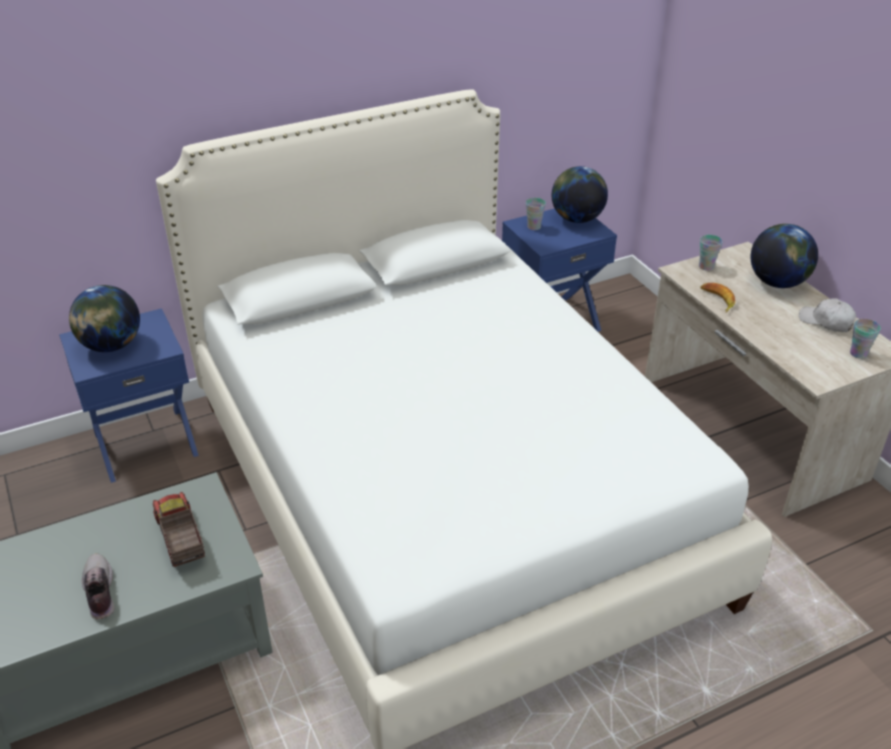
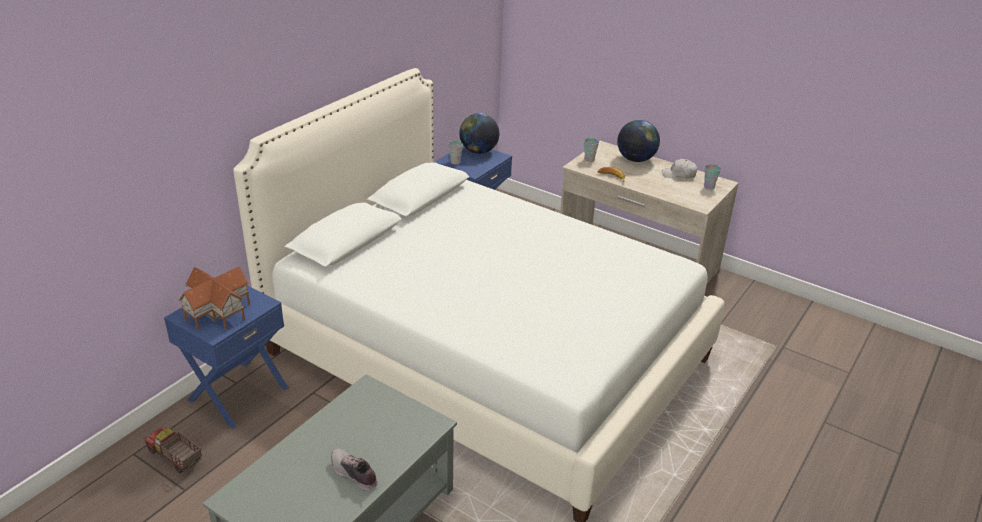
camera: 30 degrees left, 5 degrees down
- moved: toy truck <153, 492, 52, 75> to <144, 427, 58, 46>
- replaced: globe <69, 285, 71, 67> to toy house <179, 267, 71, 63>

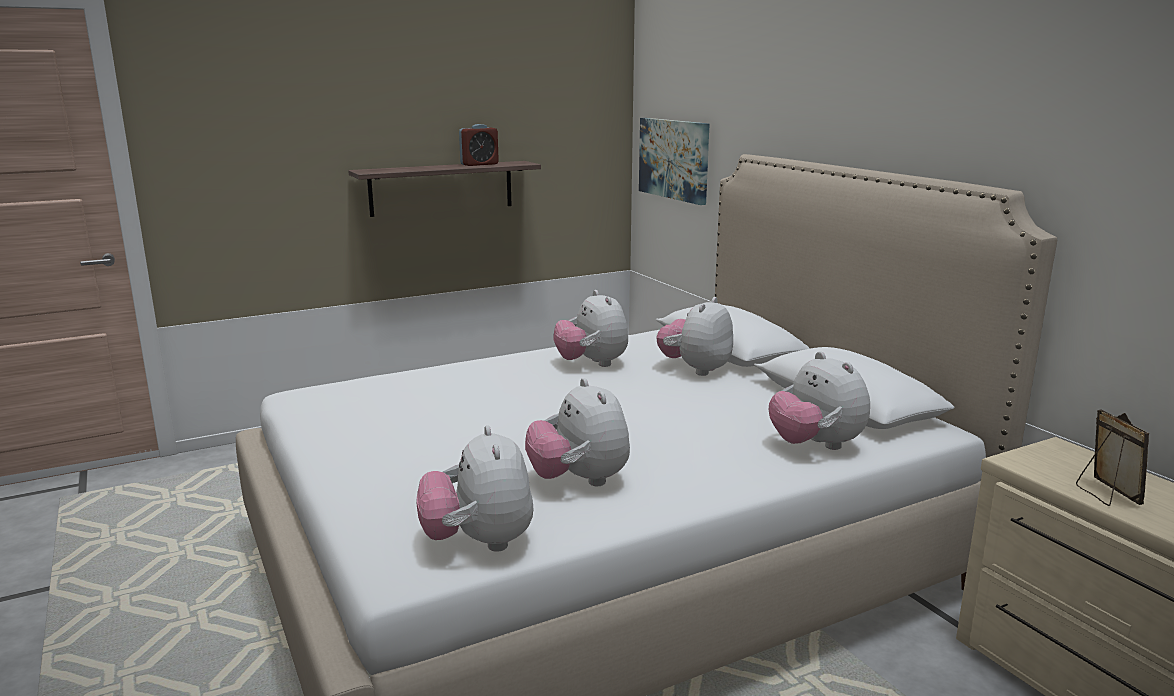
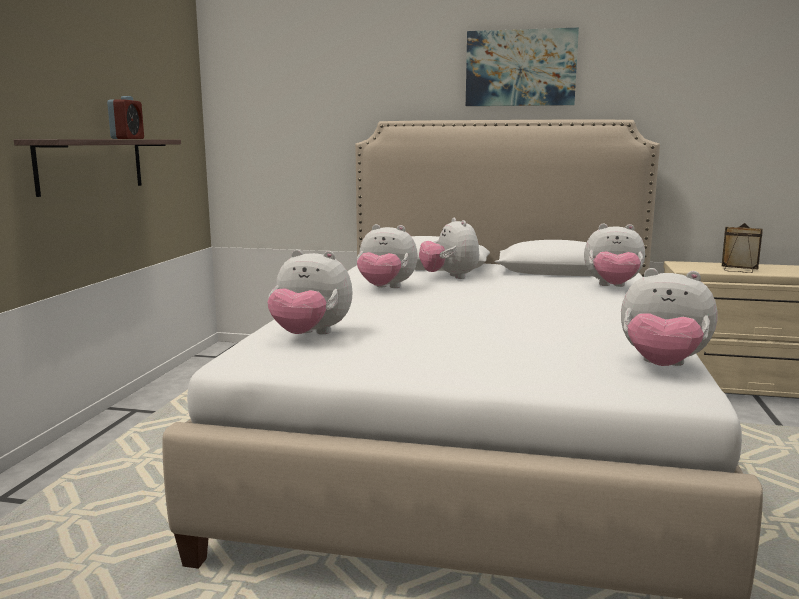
camera: 50 degrees left, 5 degrees down
- moved: plush toy <525, 378, 105, 108> to <267, 249, 85, 85>
- moved: picture <639, 118, 70, 87> to <466, 27, 113, 79>

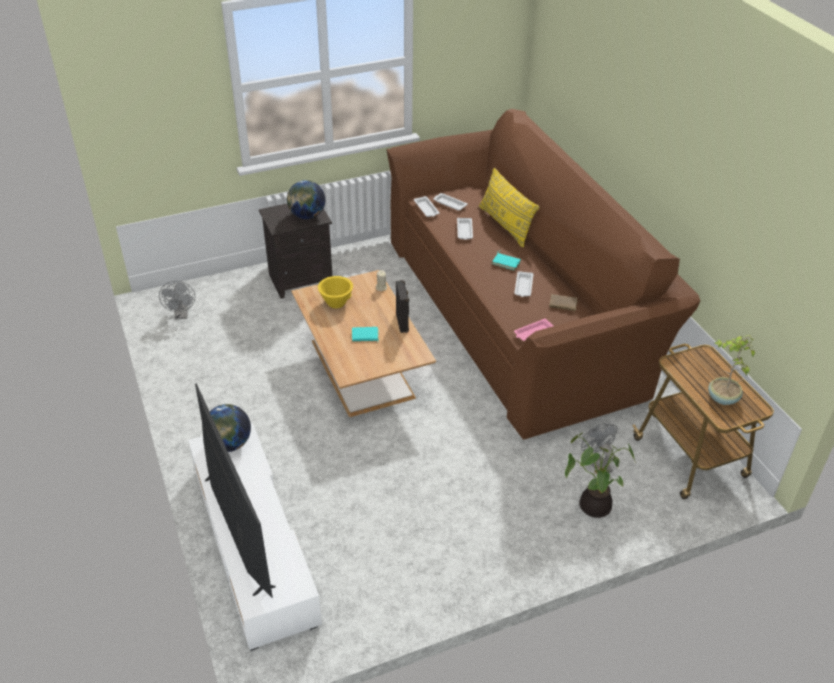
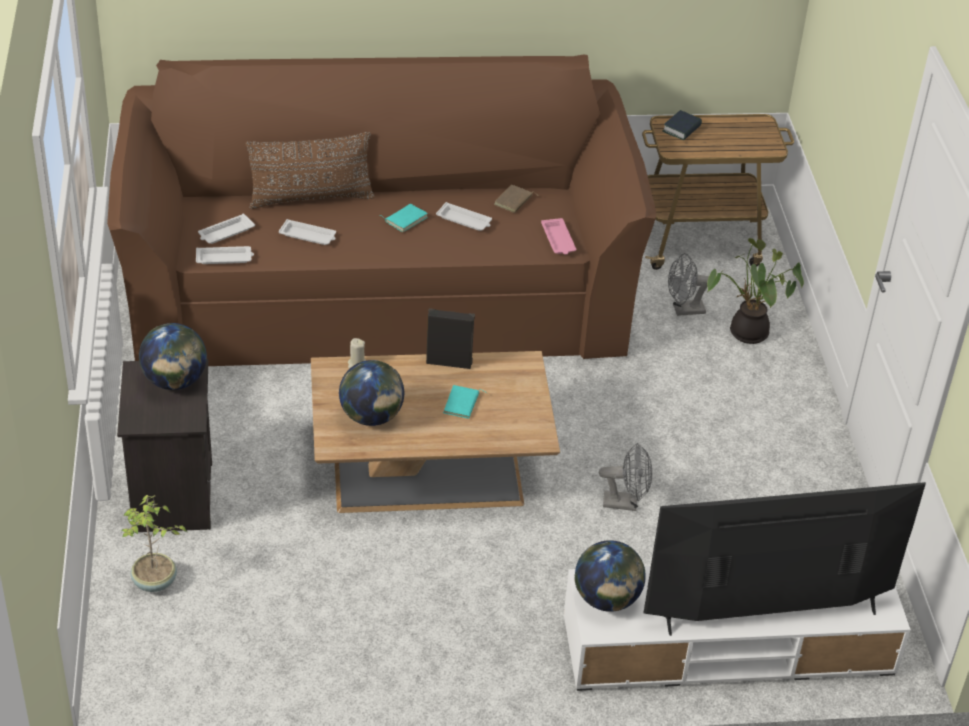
camera: 75 degrees left, 0 degrees up
- moved: potted plant <708, 335, 47, 70> to <121, 495, 66, 97>
- recoloured: pillow in yellow <479, 168, 60, 79> to pillow in brown <246, 132, 128, 77>
- replaced: bowl in yellow <318, 276, 35, 32> to globe <339, 360, 65, 66>
- moved: fan in grey <159, 281, 36, 39> to <599, 443, 53, 68>
- added: book <662, 110, 40, 31>

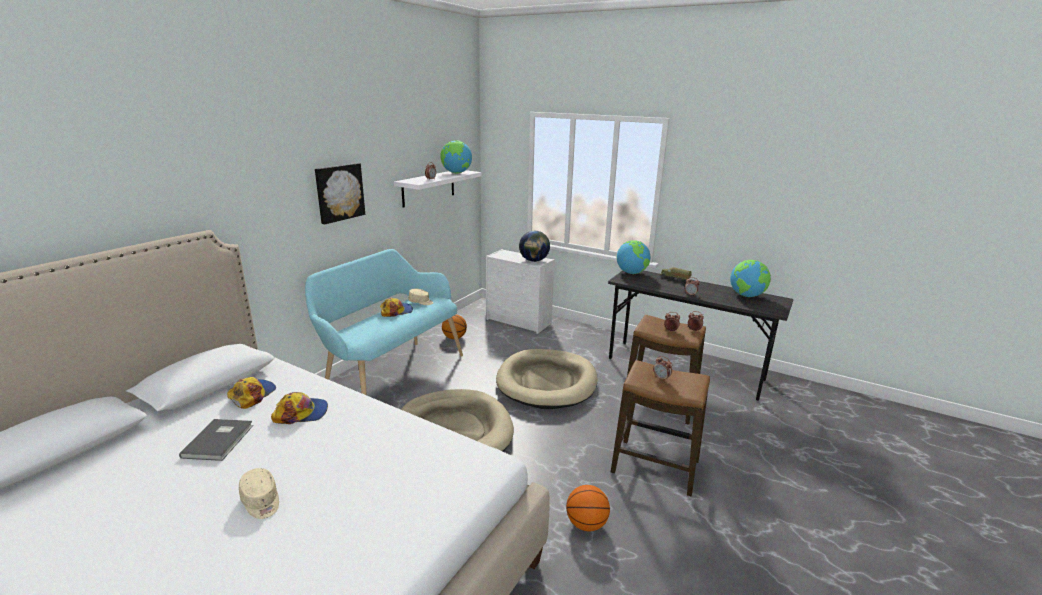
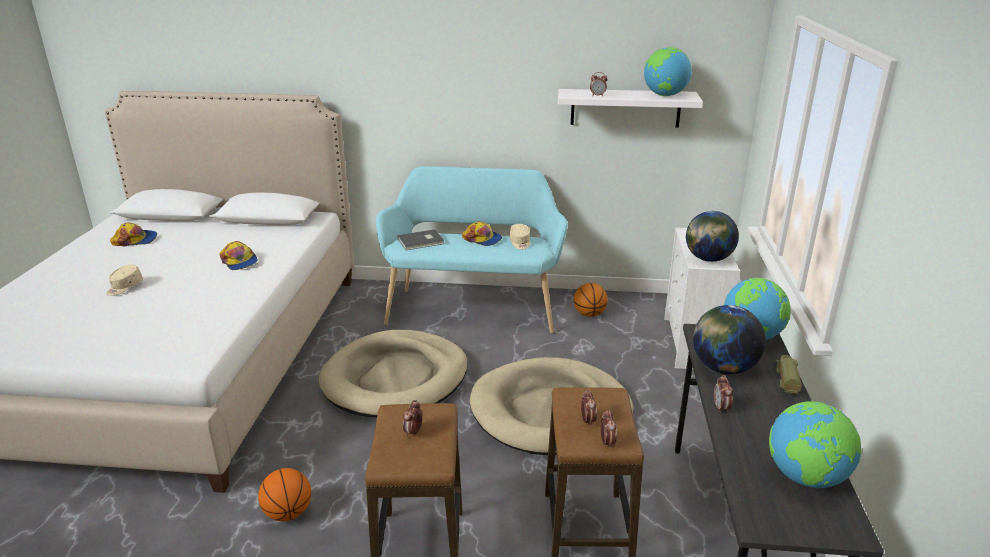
camera: 65 degrees right, 5 degrees up
- moved: cap <227, 377, 49, 32> to <110, 223, 47, 23>
- moved: book in grey <179, 419, 74, 42> to <397, 229, 47, 21>
- added: globe <693, 305, 73, 69>
- removed: picture <315, 163, 50, 61>

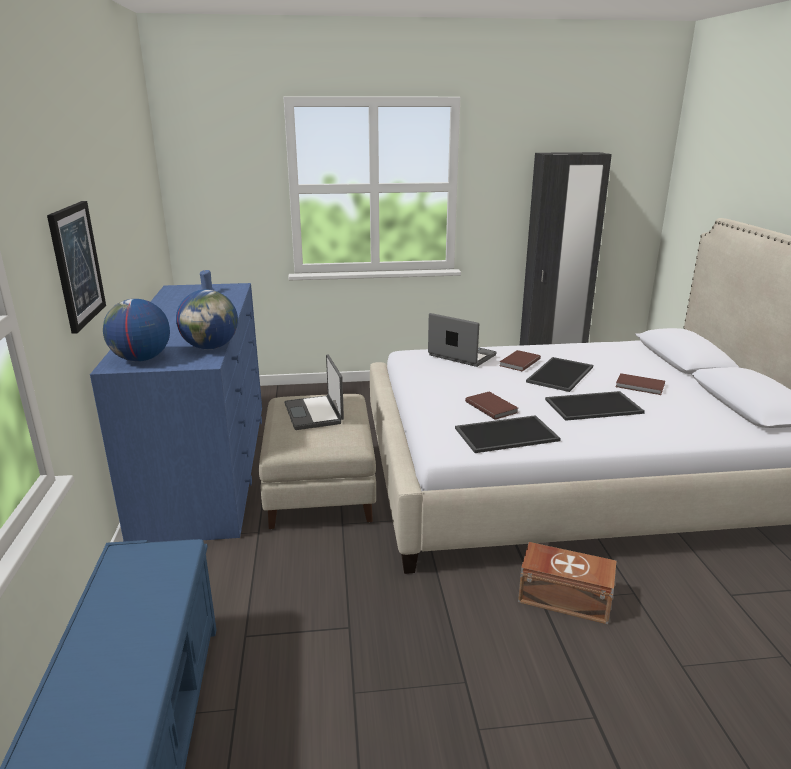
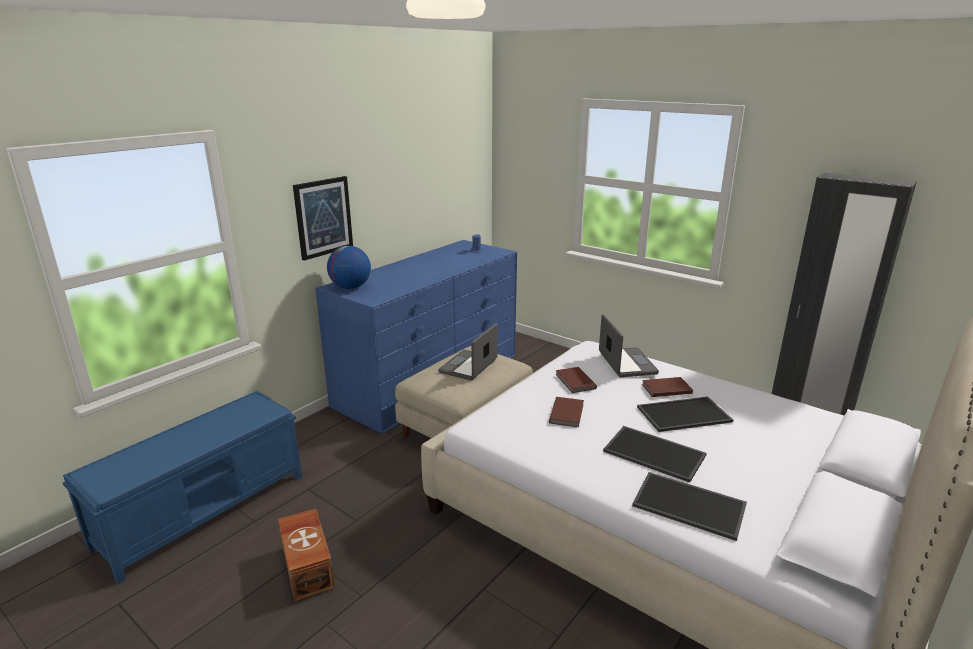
camera: 45 degrees right, 0 degrees up
- moved: storage box in brown <518, 542, 98, 82> to <278, 509, 57, 93>
- moved: book in brown <615, 373, 50, 22> to <556, 367, 41, 26>
- moved: tray <455, 415, 106, 38> to <632, 472, 115, 69>
- removed: globe <176, 289, 62, 61>

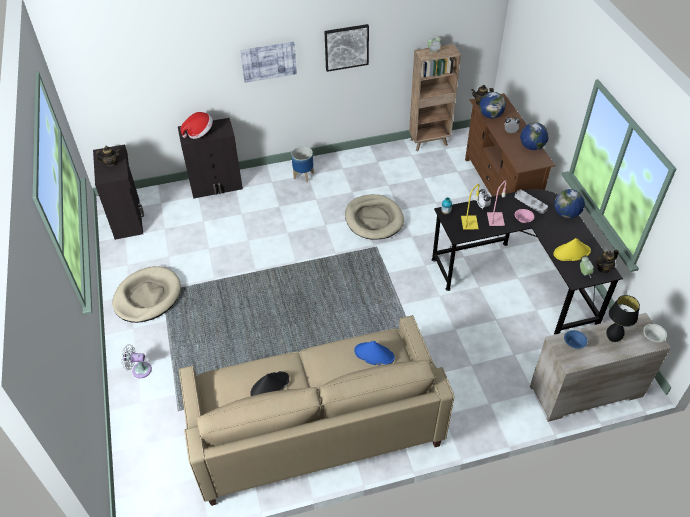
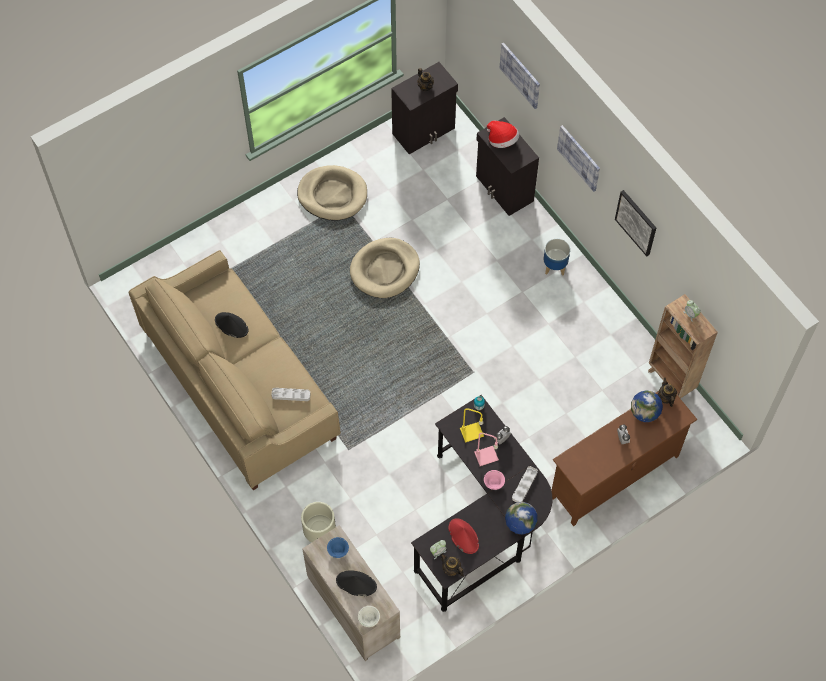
camera: 70 degrees right, 15 degrees up
- replaced: hat in blue <354, 341, 41, 24> to tray in grey <271, 388, 39, 13>
- added: planter in beige <301, 502, 35, 41>
- replaced: table lamp in black <606, 295, 34, 47> to hat in black <336, 571, 41, 25>
- moved: dog bed in beige <345, 194, 59, 46> to <350, 238, 70, 60>
- recoloured: hat in yellow <553, 238, 38, 23> to hat in red <448, 518, 31, 36>
- added: picture <500, 42, 40, 67>
- removed: fan in white <121, 344, 31, 34>
- removed: globe <520, 122, 28, 28>

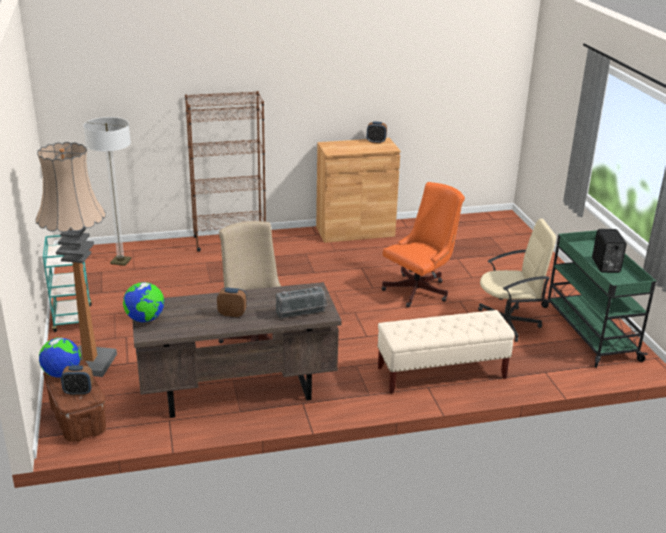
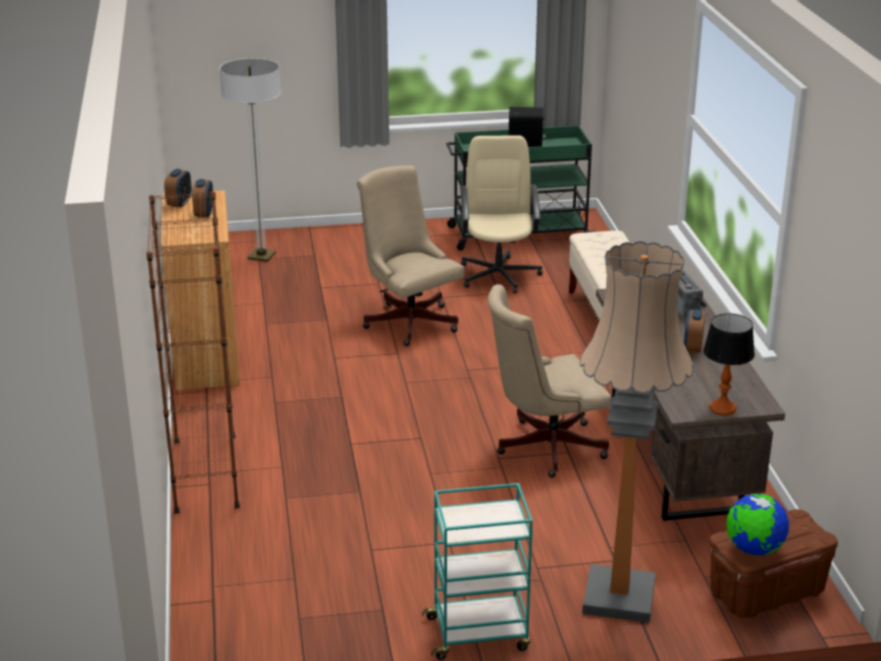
camera: 85 degrees left, 0 degrees up
- moved: alarm clock <61, 365, 32, 30> to <192, 179, 21, 39>
- moved: floor lamp <83, 117, 49, 149> to <219, 58, 62, 204>
- recoloured: office chair in orange <381, 182, 84, 125> to office chair in beige <357, 165, 107, 181>
- replaced: globe <123, 282, 41, 40> to table lamp <703, 313, 52, 103>

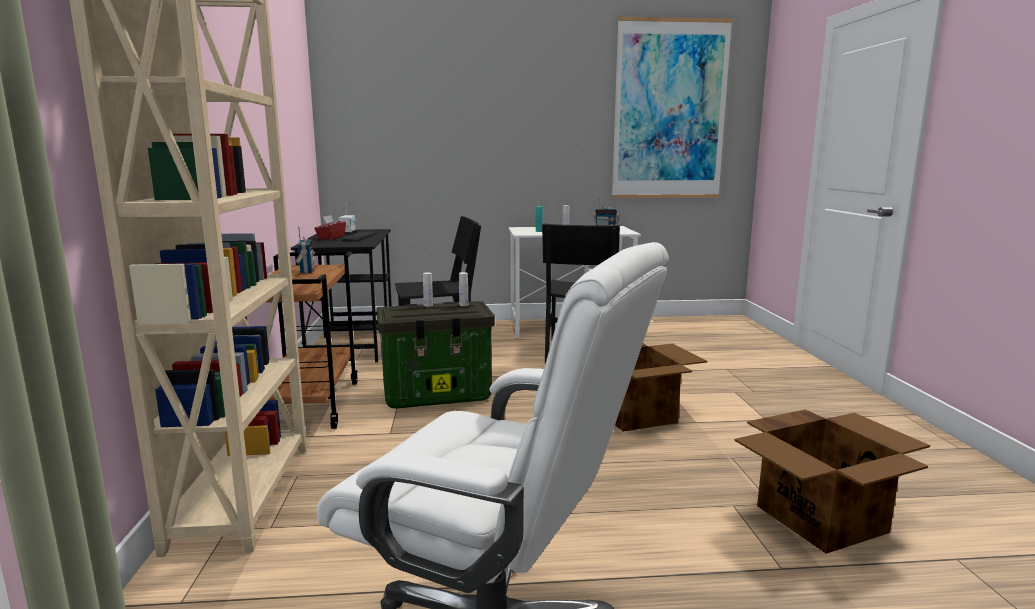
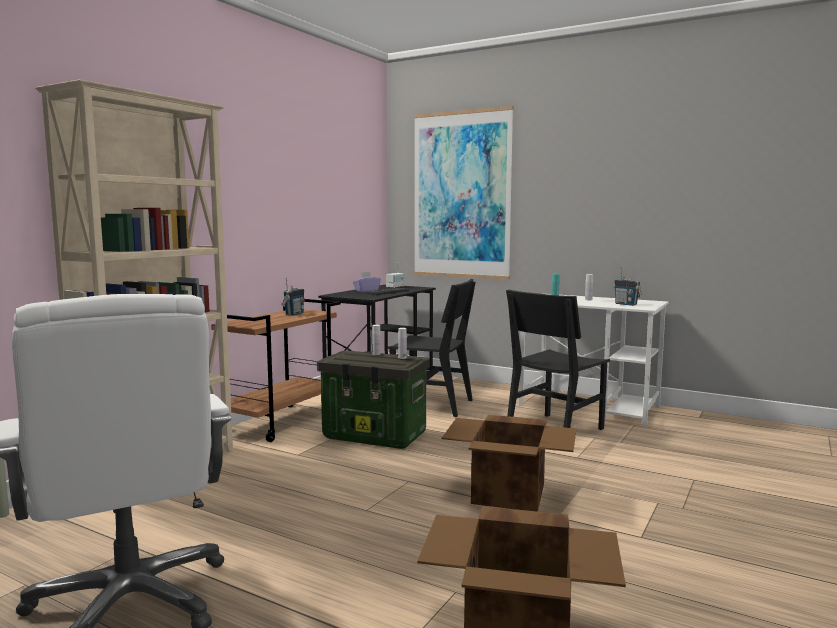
camera: 35 degrees right, 5 degrees down
- recoloured: tissue box in red <314, 215, 32, 25> to tissue box in purple <353, 272, 28, 20>
- moved: picture <611, 17, 122, 181> to <414, 106, 100, 174>

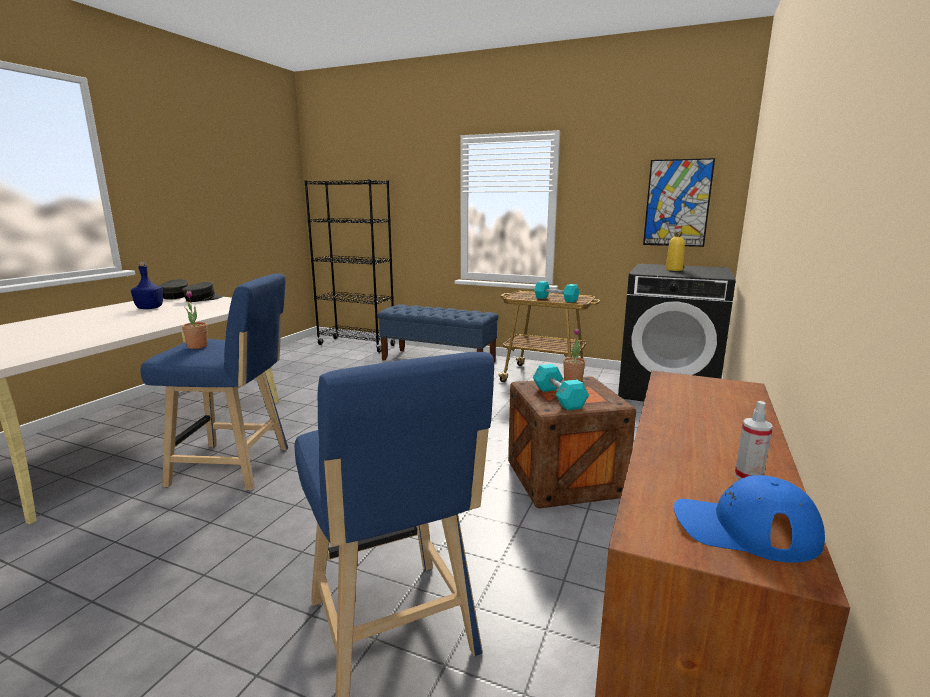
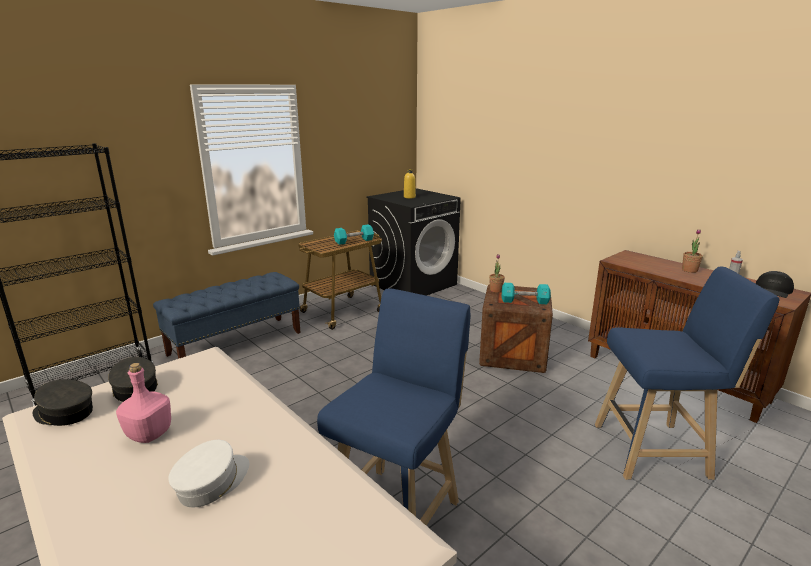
camera: 65 degrees left, 5 degrees up
- recoloured: bottle in blue <131, 262, 32, 47> to bottle in pink <116, 363, 55, 80>
- added: cap in white <168, 440, 81, 67>
- moved: potted plant <182, 291, 26, 58> to <682, 229, 21, 44>
- recoloured: cap in blue <674, 475, 151, 88> to cap in black <756, 271, 38, 27>
- removed: picture <643, 158, 72, 89>

